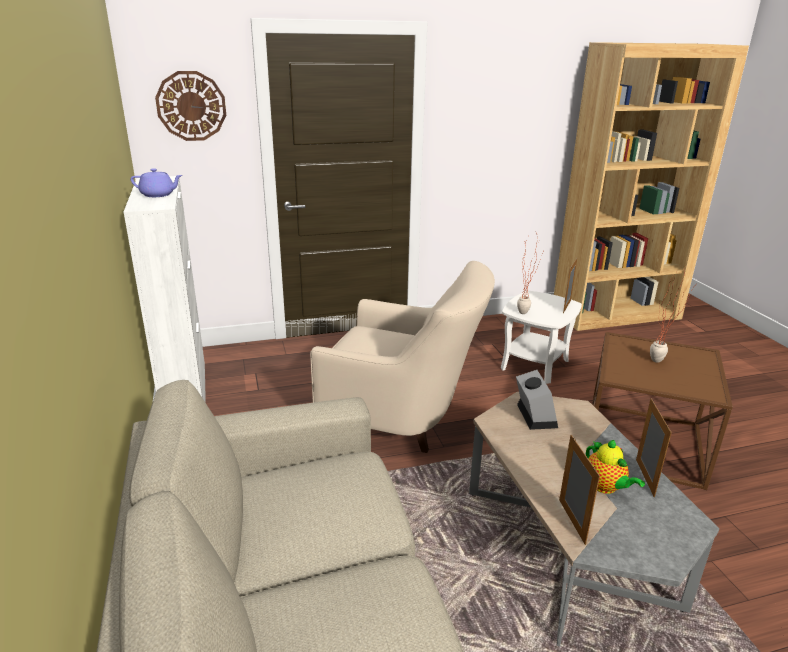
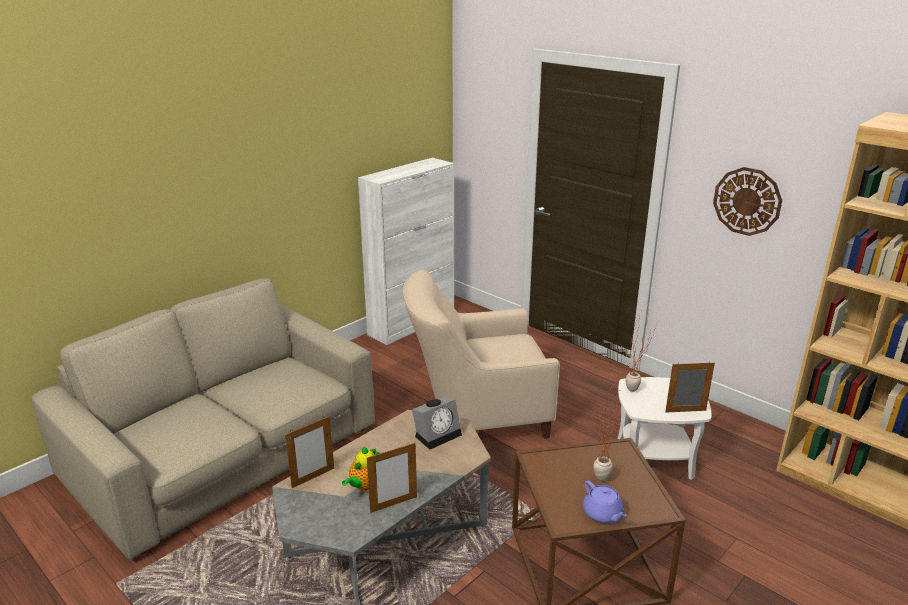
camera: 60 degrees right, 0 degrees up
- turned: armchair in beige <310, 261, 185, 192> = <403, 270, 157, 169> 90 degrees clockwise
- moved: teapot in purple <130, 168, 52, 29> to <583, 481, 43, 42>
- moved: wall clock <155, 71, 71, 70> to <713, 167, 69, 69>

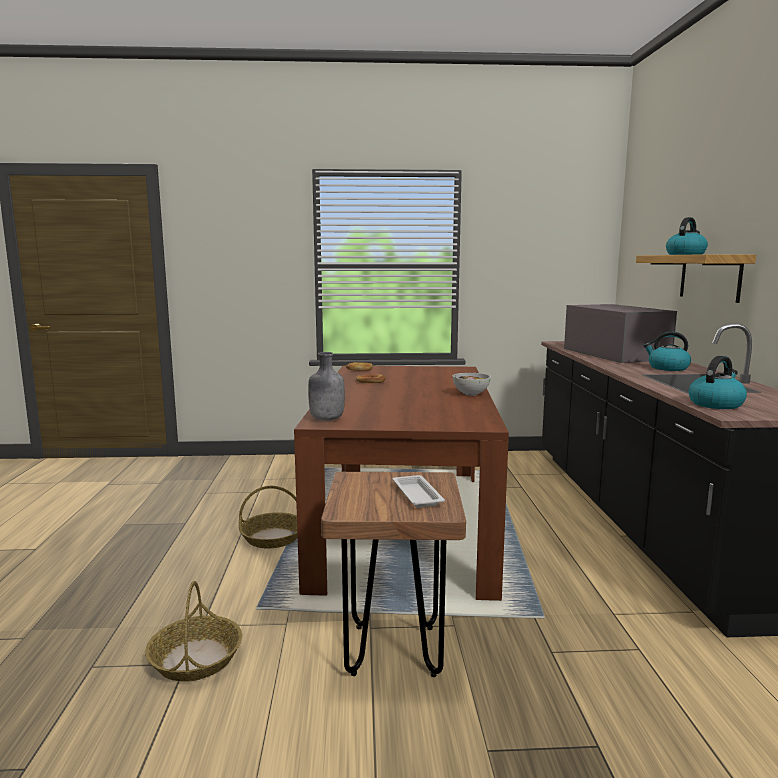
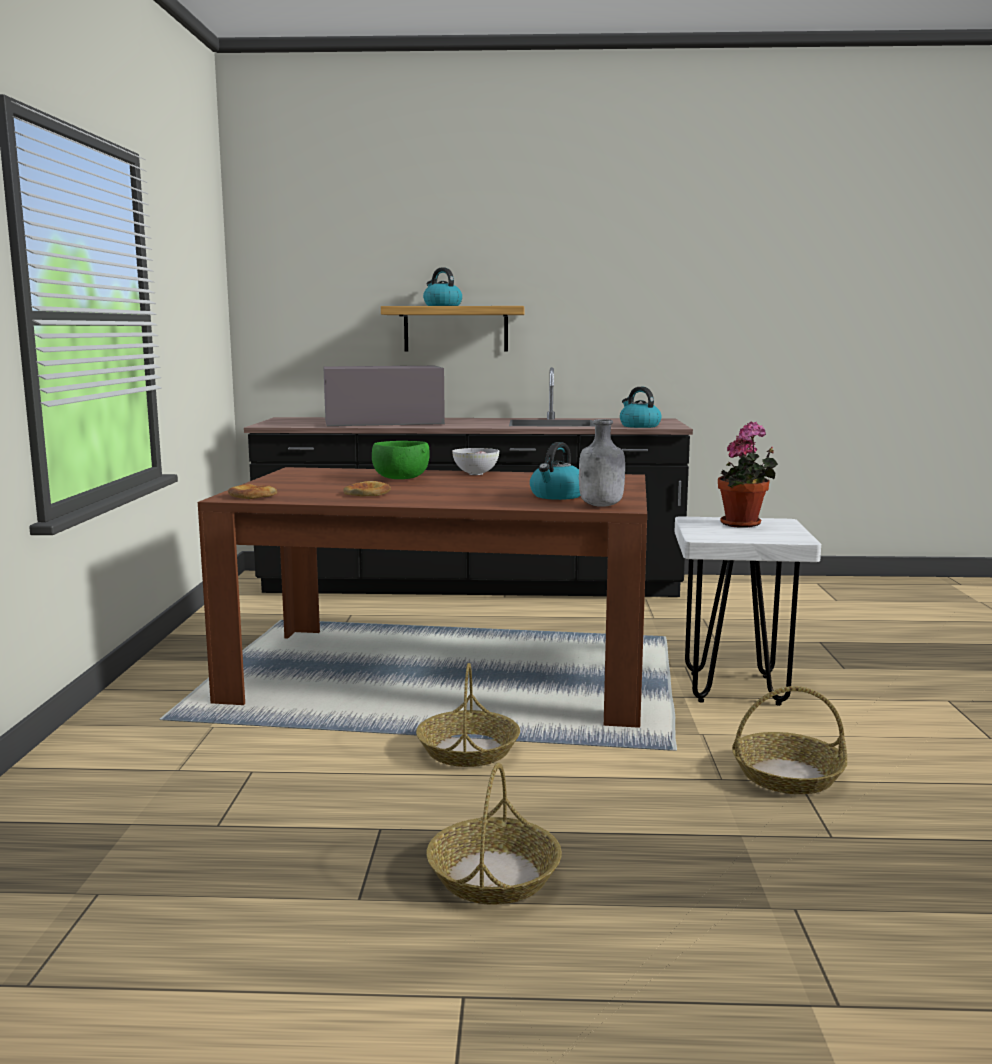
camera: 85 degrees left, 0 degrees up
- added: bowl in green <372, 441, 58, 38>
- added: basket <426, 763, 136, 142>
- moved: kettle <644, 331, 47, 40> to <530, 442, 50, 58>
- recoloured: stool in brown <321, 472, 145, 205> to stool in white <674, 516, 147, 190>
- replaced: tray in white <393, 475, 52, 33> to potted plant <718, 421, 60, 107>

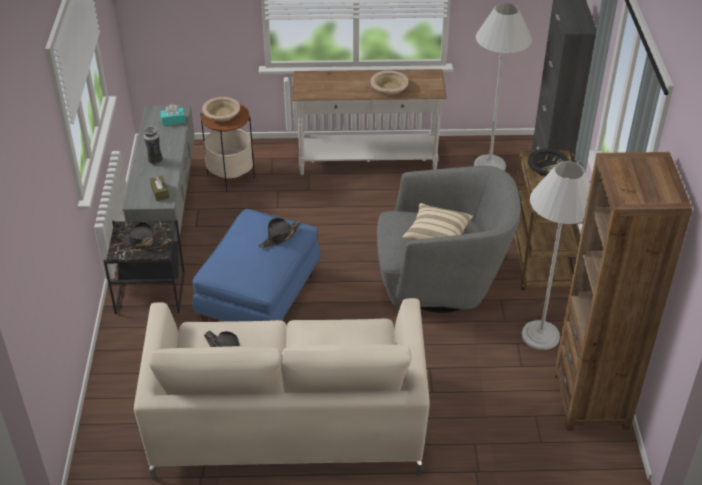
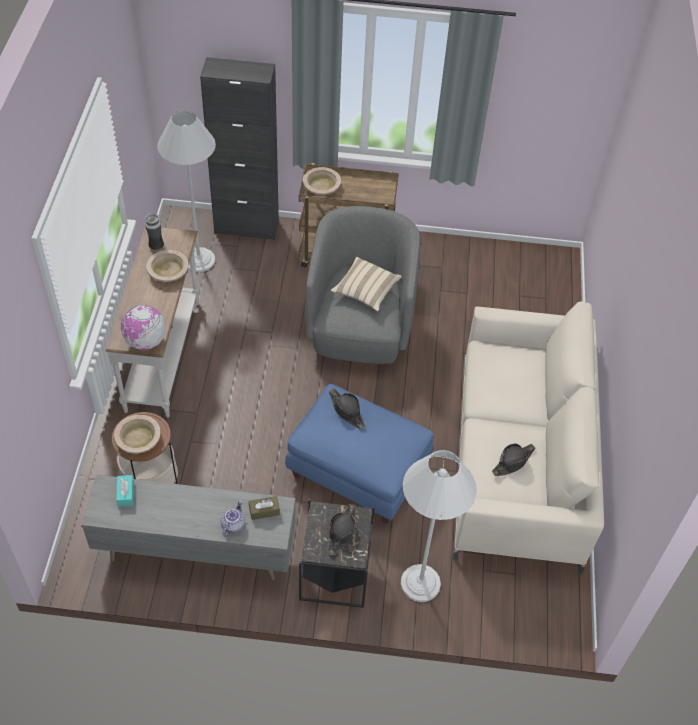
camera: 85 degrees left, 10 degrees up
- added: globe <121, 305, 45, 45>
- moved: vase <144, 126, 19, 39> to <145, 213, 19, 38>
- added: teapot <221, 501, 24, 36>
- recoloured: bowl in black <528, 149, 41, 28> to bowl in beige <303, 167, 38, 28>
- moved: floor lamp in white <521, 161, 69, 189> to <400, 450, 77, 152>
- removed: bookcase in brown <554, 152, 138, 279>

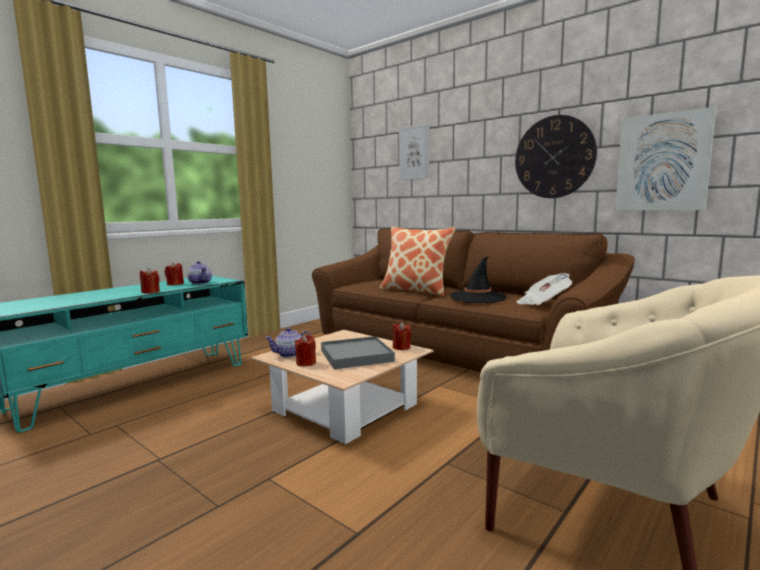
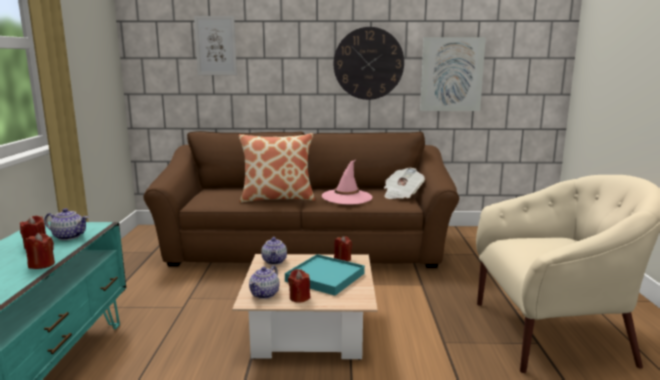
camera: 40 degrees left, 5 degrees up
- added: teapot <261, 237, 26, 28>
- recoloured: tray in grey <321, 336, 74, 33> to tray in turquoise <285, 254, 80, 42>
- recoloured: hat in black <450, 256, 57, 47> to hat in pink <322, 160, 51, 45>

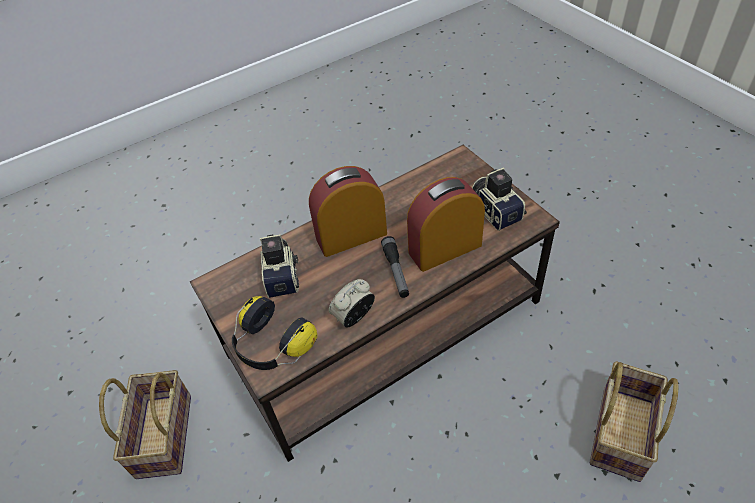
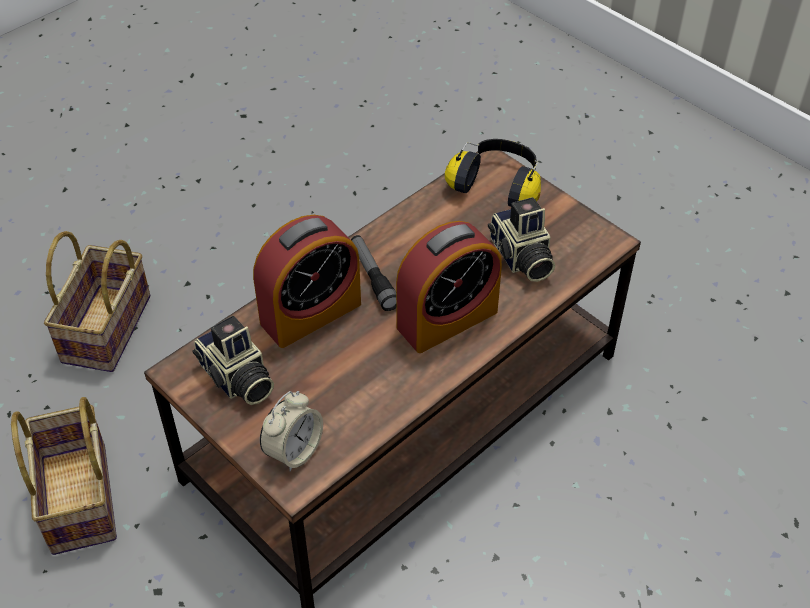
camera: 165 degrees right, 0 degrees up
- moved: basket <99, 370, 92, 109> to <11, 397, 106, 158>
- moved: alarm clock <329, 279, 46, 49> to <260, 391, 63, 81>

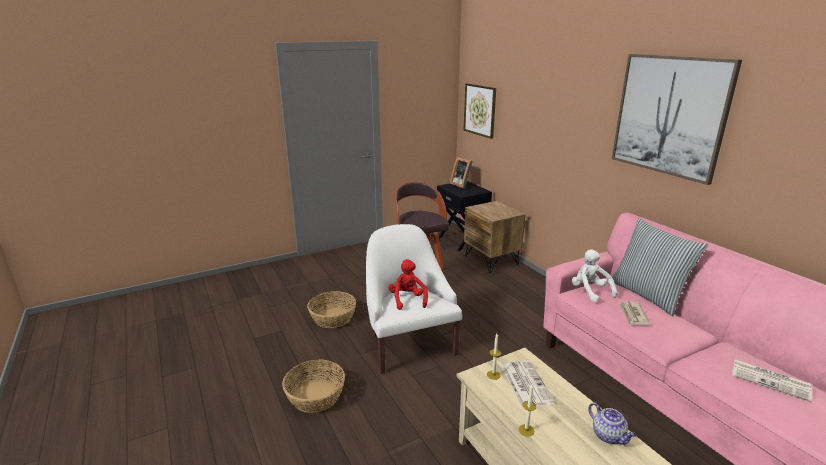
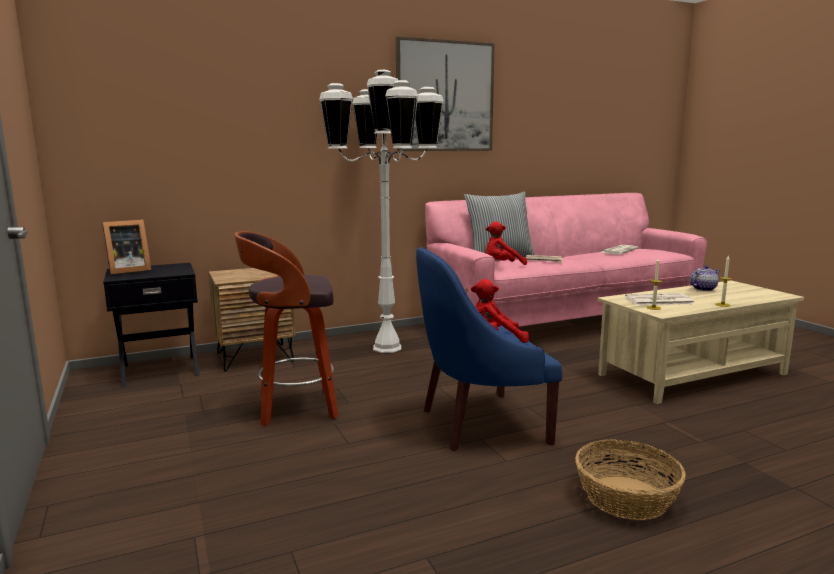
camera: 85 degrees left, 10 degrees down
- added: floor lamp in white <319, 70, 125, 283>
- recoloured: armchair in white <366, 224, 96, 150> to armchair in blue <416, 247, 146, 204>
- recoloured: plush toy in white <572, 249, 46, 53> to plush toy in red <485, 221, 42, 44>
- removed: basket <307, 291, 49, 37>
- removed: picture <464, 83, 32, 56>

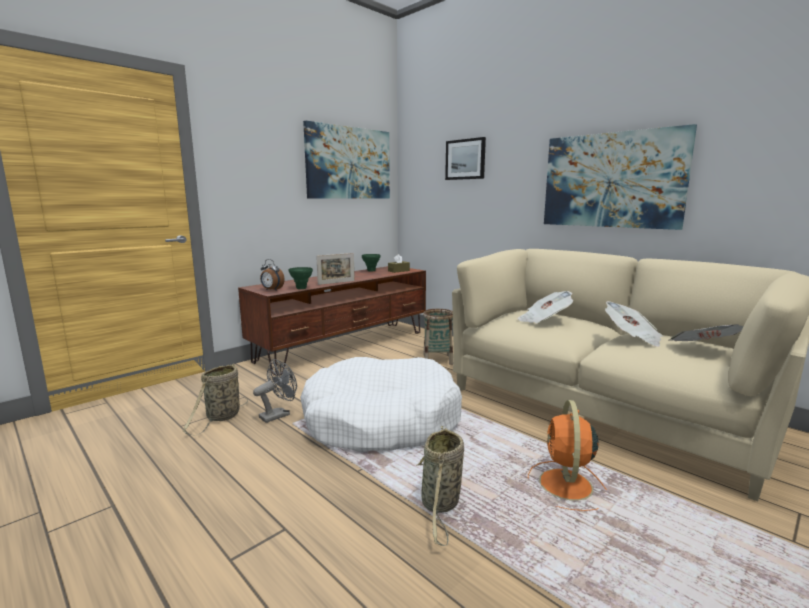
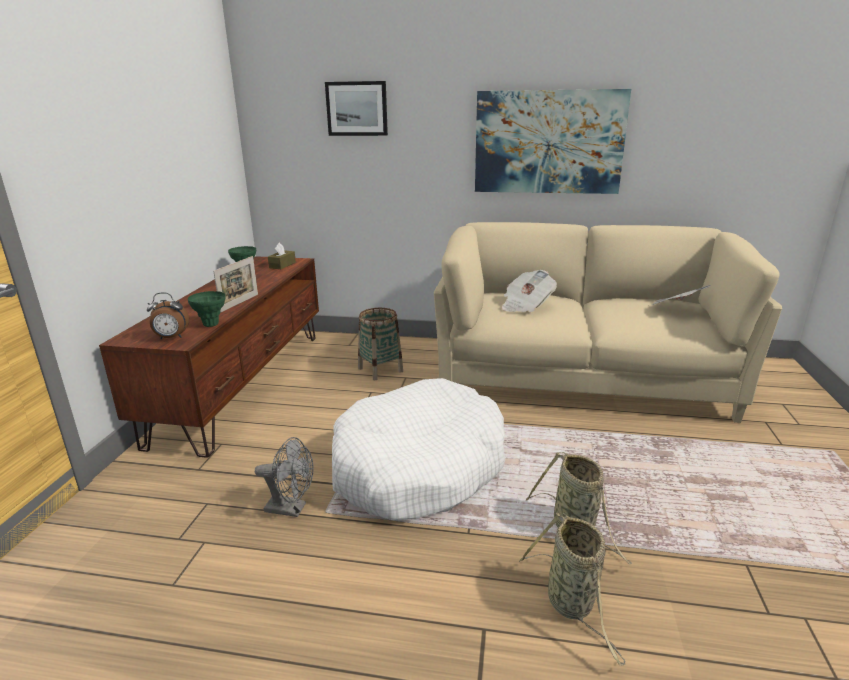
camera: 35 degrees left, 10 degrees up
- turned: fan in grey <253, 359, 44, 64> = <255, 437, 59, 80> 90 degrees clockwise
- moved: basket <183, 363, 65, 72> to <519, 513, 106, 153>
- removed: picture <303, 121, 87, 78>
- removed: fan in orange <528, 400, 79, 111>
- removed: newspaper <605, 301, 58, 46>

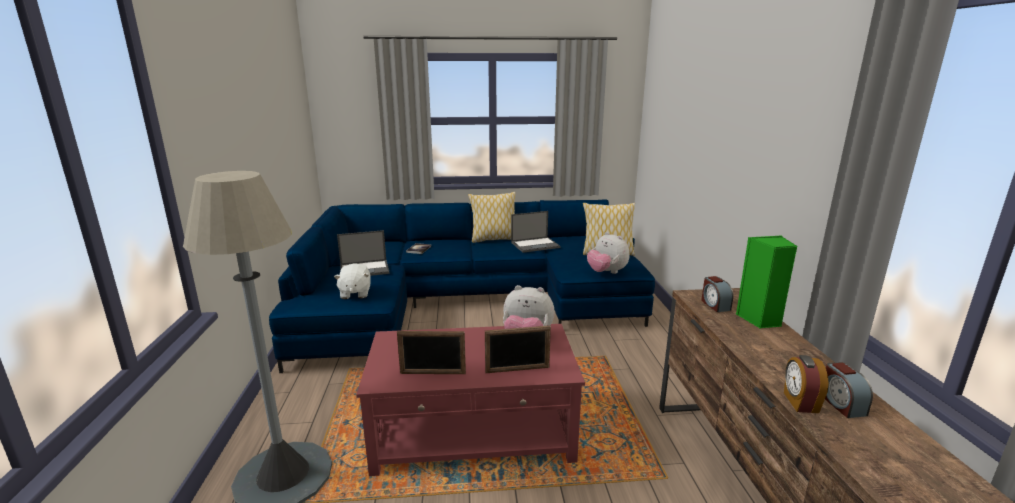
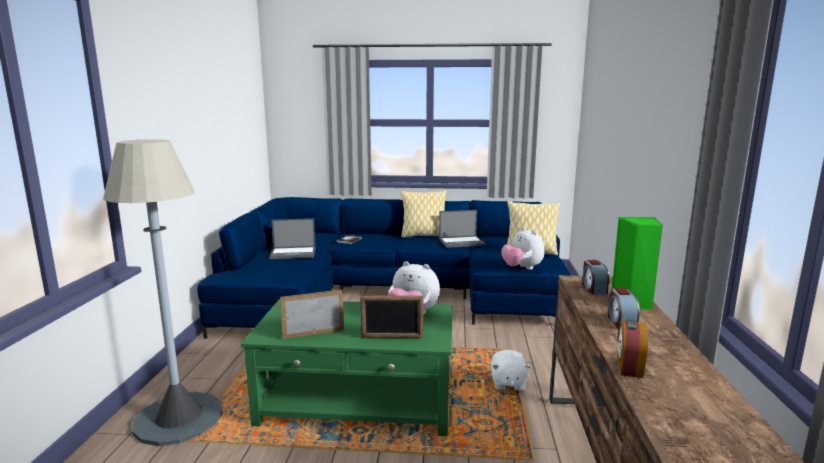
camera: 10 degrees right, 5 degrees down
- recoloured: coffee table in red <356, 324, 229, 152> to coffee table in green <240, 299, 213, 137>
- turned: picture frame <397, 331, 69, 43> = <280, 289, 64, 50> 150 degrees clockwise
- moved: plush toy in white <334, 263, 37, 36> to <491, 349, 40, 42>
- moved: alarm clock <825, 362, 48, 56> to <608, 288, 32, 41>

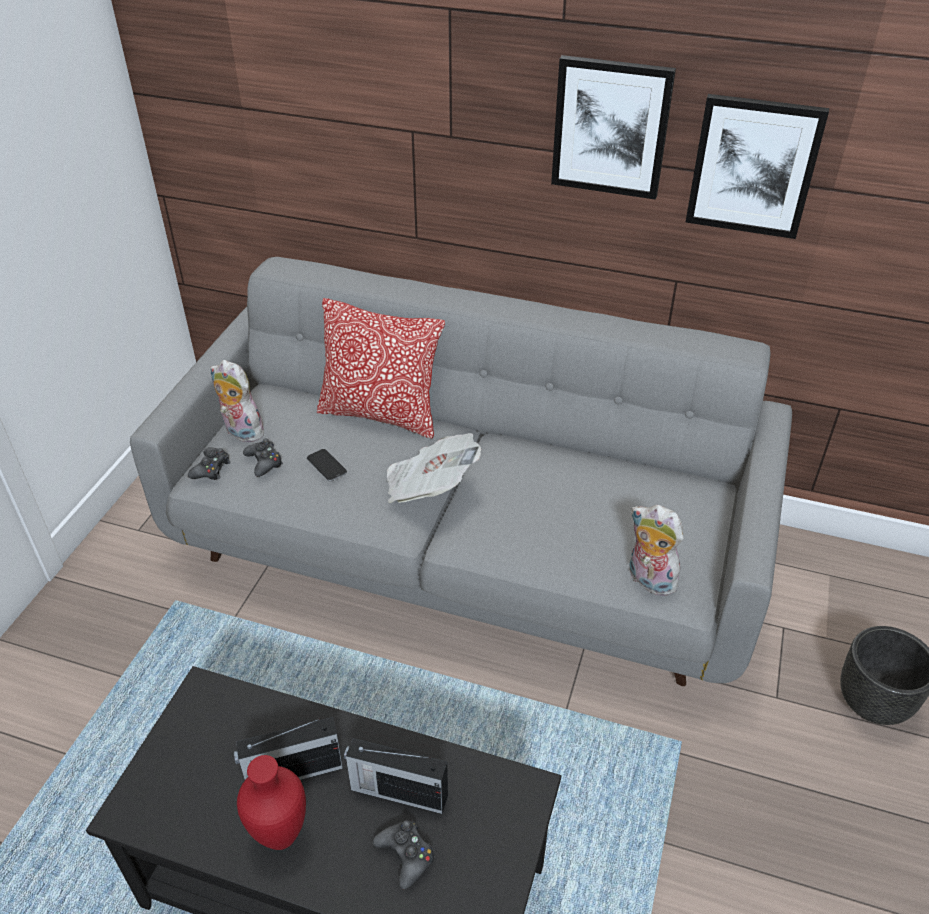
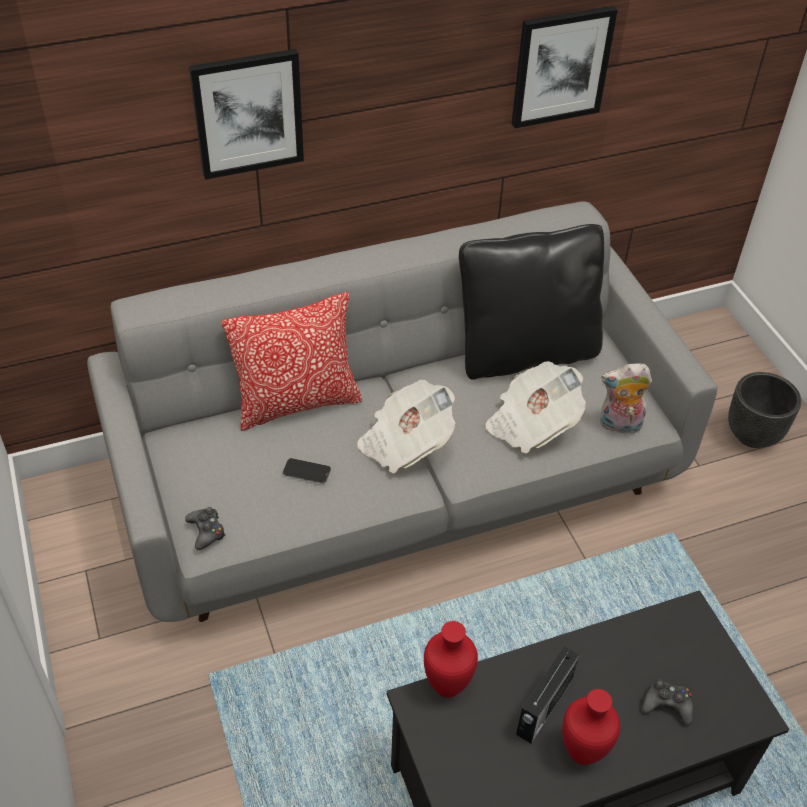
camera: 40 degrees left, 5 degrees up
- moved: picture <551, 55, 125, 145> to <189, 49, 115, 131>
- added: vase in red <424, 621, 54, 77>
- added: pillow in black <459, 224, 145, 156>
- added: newspaper <485, 361, 101, 93>
- removed: plush toy <210, 360, 57, 82>
- removed: game controller in black <243, 438, 40, 39>
- removed: radio <344, 738, 104, 76>

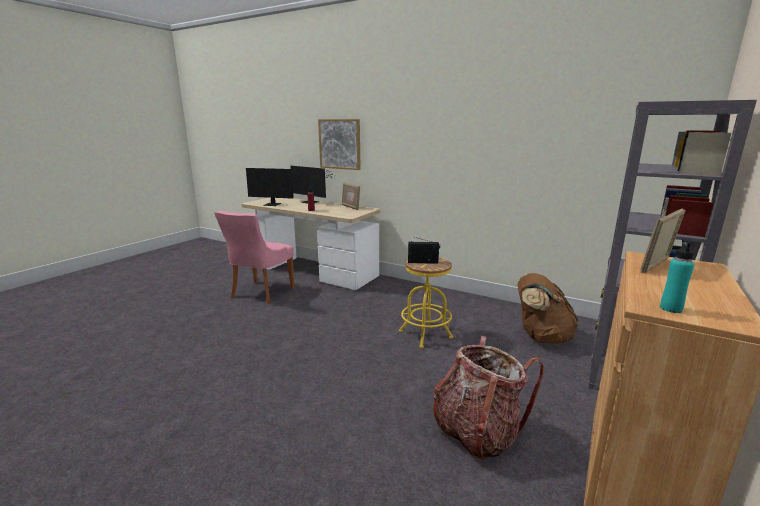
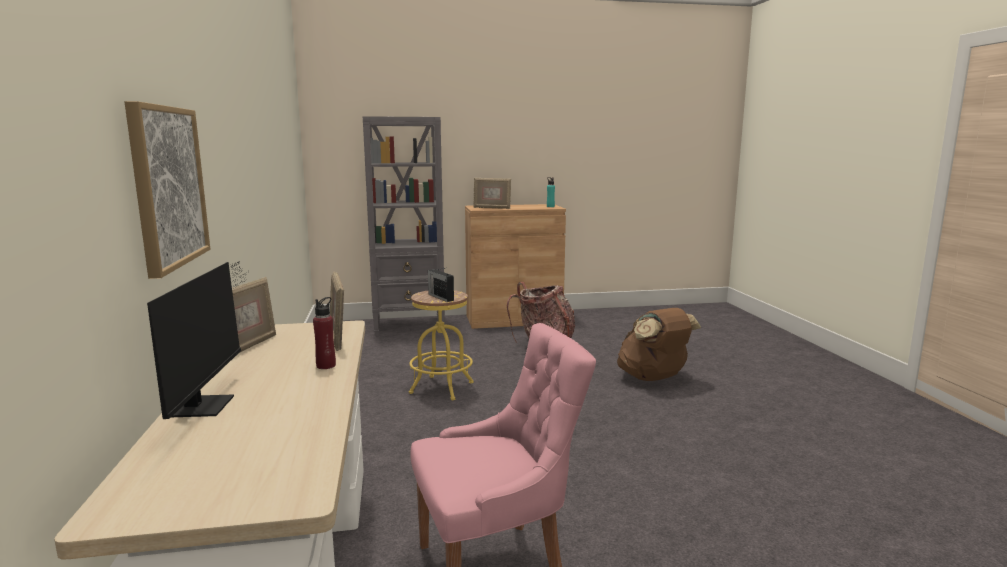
camera: 130 degrees left, 5 degrees down
- added: picture frame <330, 271, 14, 80>
- moved: backpack in brown <517, 273, 62, 70> to <617, 308, 84, 73>
- removed: monitor <246, 168, 55, 38>

